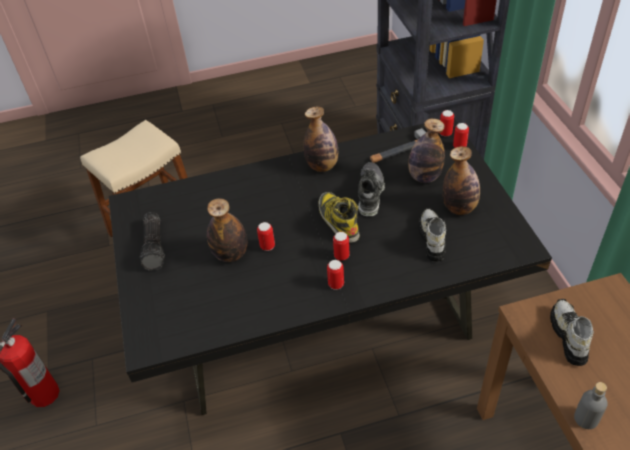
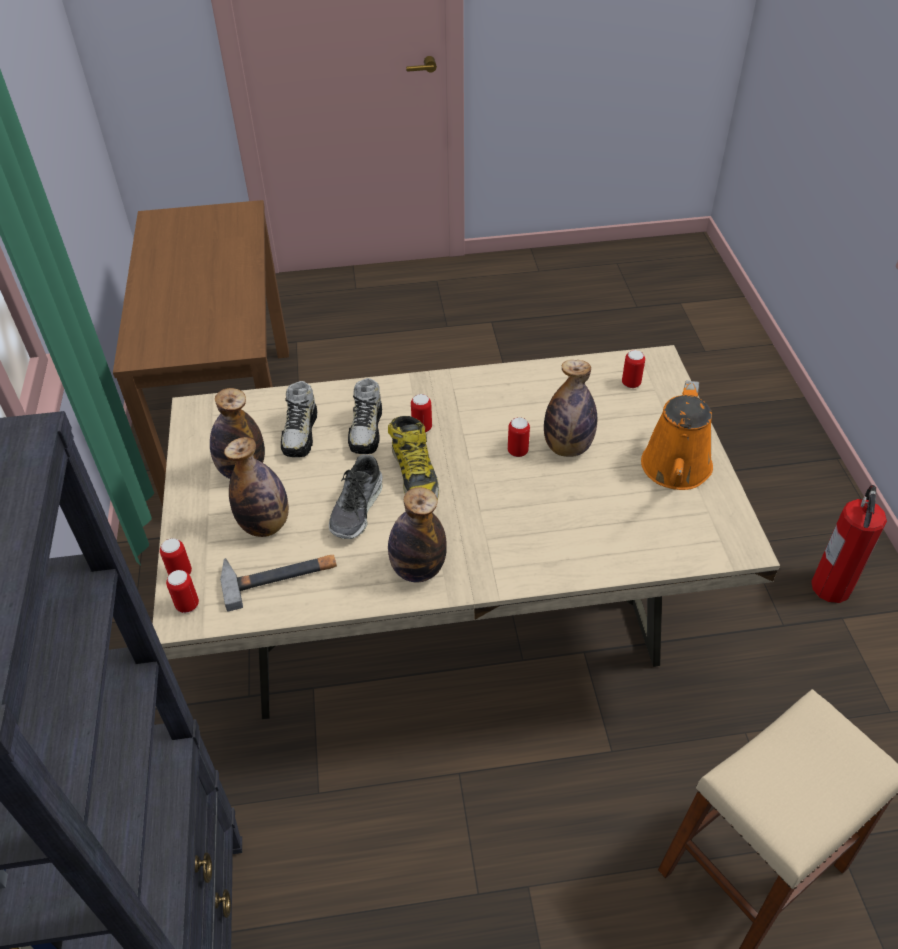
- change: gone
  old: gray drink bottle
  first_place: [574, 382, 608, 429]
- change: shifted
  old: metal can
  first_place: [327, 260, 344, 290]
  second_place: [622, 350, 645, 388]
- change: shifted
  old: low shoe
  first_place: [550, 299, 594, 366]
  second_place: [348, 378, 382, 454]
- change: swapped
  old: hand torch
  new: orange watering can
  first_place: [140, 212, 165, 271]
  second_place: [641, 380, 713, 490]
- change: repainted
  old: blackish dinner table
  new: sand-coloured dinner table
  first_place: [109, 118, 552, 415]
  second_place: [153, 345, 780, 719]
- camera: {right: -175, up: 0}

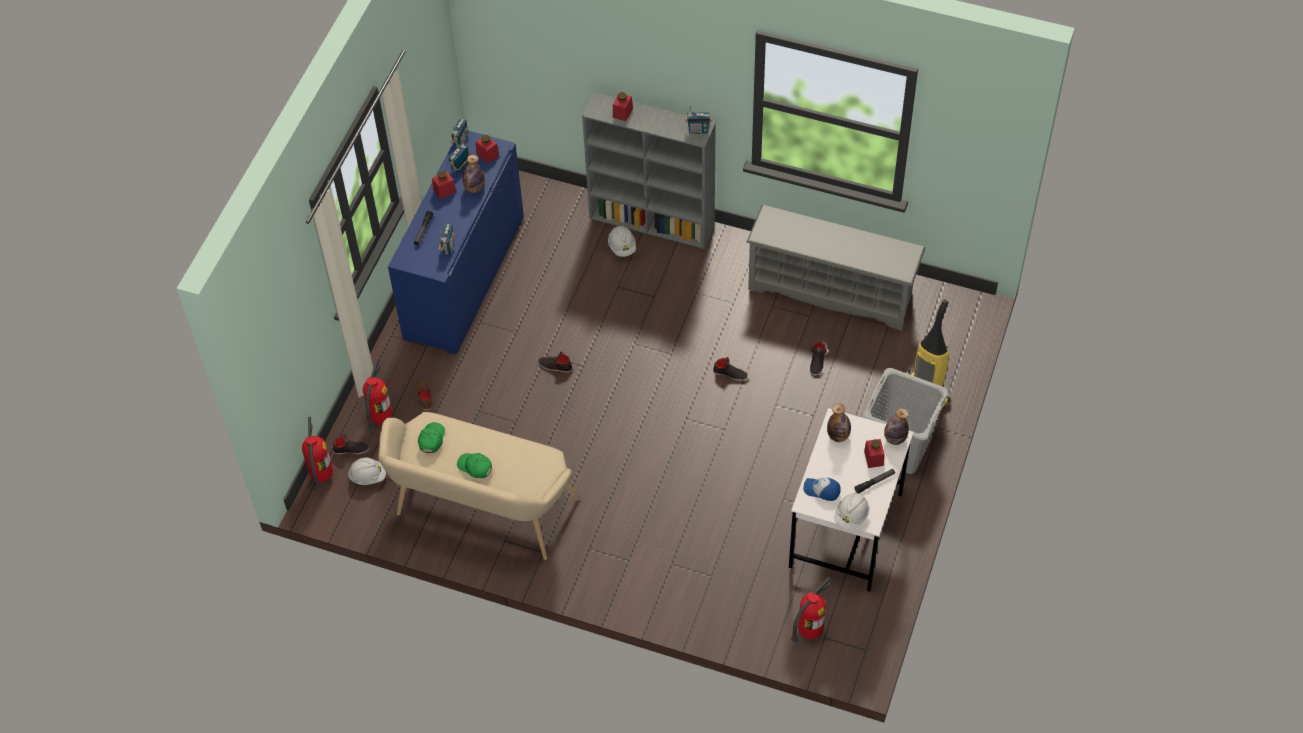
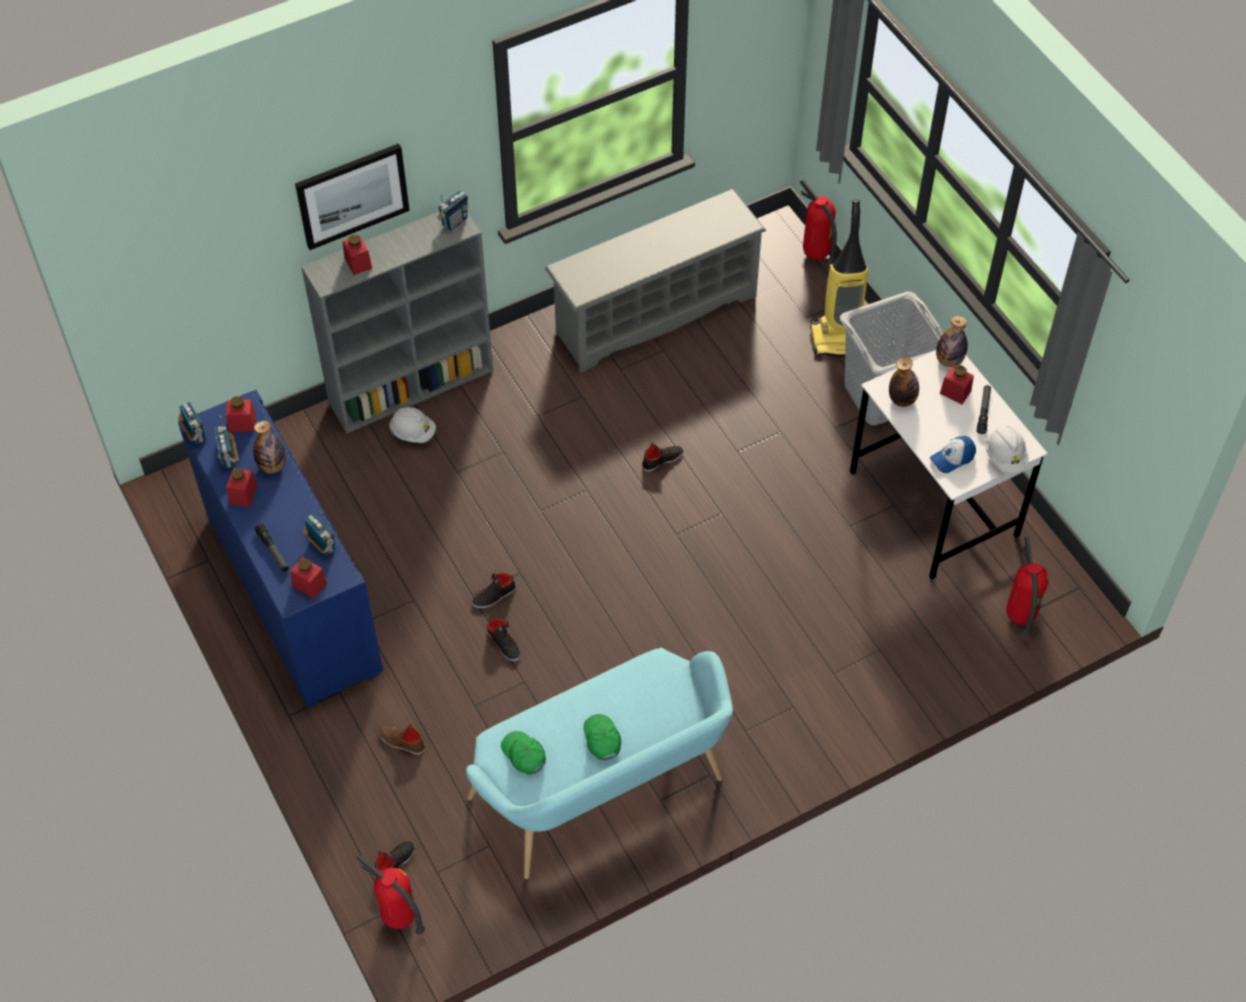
- change: gone
  old: white hard hat
  first_place: [348, 457, 386, 485]
- change: new
  new: red preserve jar
  second_place: [290, 557, 327, 599]
- change: new
  new: wall picture
  second_place: [295, 144, 410, 250]
- change: shifted
  old: fire extinguisher
  first_place: [363, 359, 392, 431]
  second_place: [800, 180, 837, 264]
- change: shifted
  old: blackish low shoe
  first_place: [810, 342, 827, 376]
  second_place: [487, 618, 521, 662]
- change: repainted
  old: sand-coloured indoor bench
  new: blue-green indoor bench
  first_place: [378, 412, 579, 560]
  second_place: [466, 648, 733, 879]
- change: rotated
  old: green-coloured cap
  first_place: [457, 453, 492, 478]
  second_place: [583, 714, 621, 760]
  degrees: 90
- camera: {right: -50, up: 0}

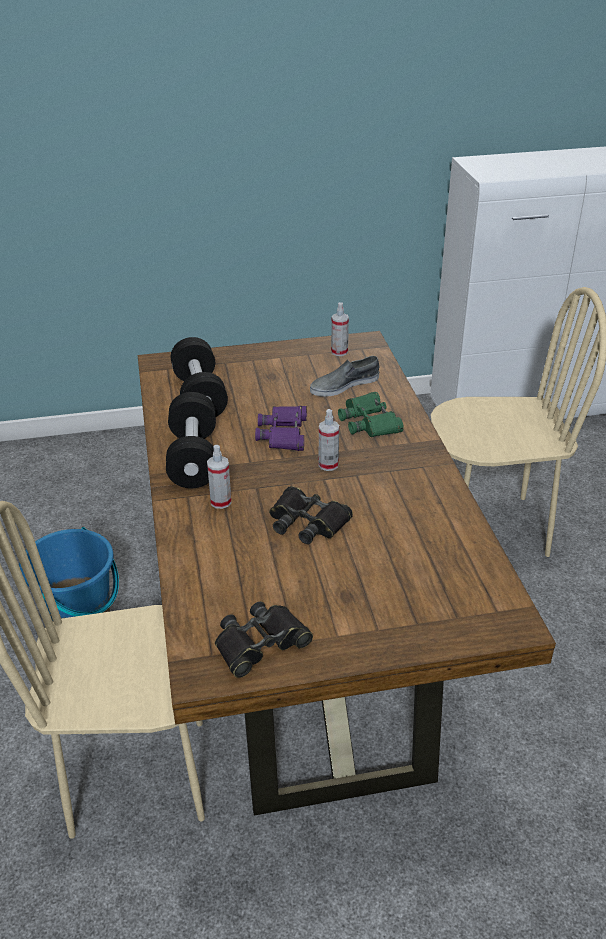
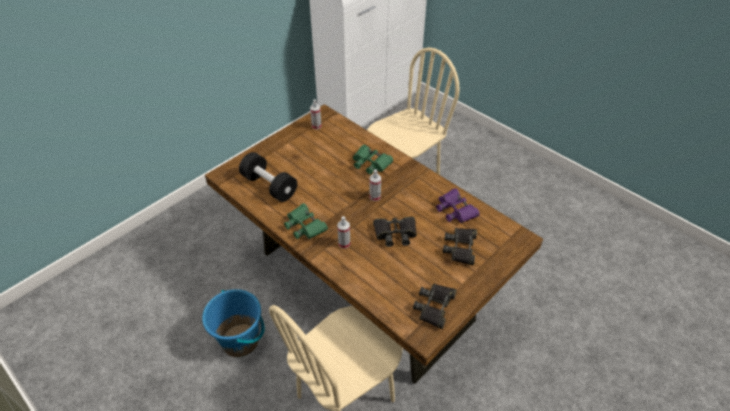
- change: gone
  old: gray low shoe
  first_place: [310, 356, 380, 397]
- change: new
  new: blackish binoculars
  second_place: [443, 228, 477, 265]
- change: shifted
  old: purplish binoculars
  first_place: [255, 406, 307, 451]
  second_place: [436, 188, 480, 223]
- change: swapped
  old: blackish dumbbell
  new: green-coloured binoculars
  first_place: [166, 392, 216, 488]
  second_place: [284, 203, 328, 239]
- camera: {right: -35, up: 10}

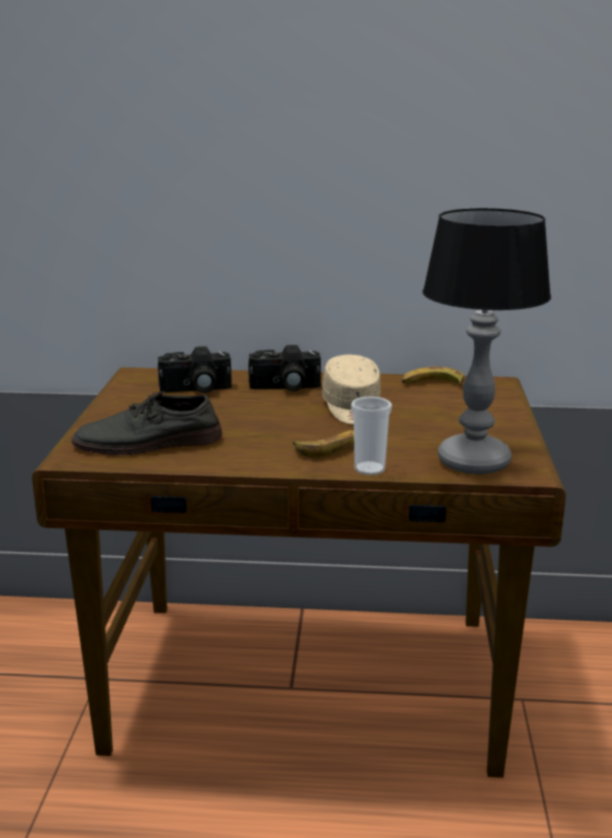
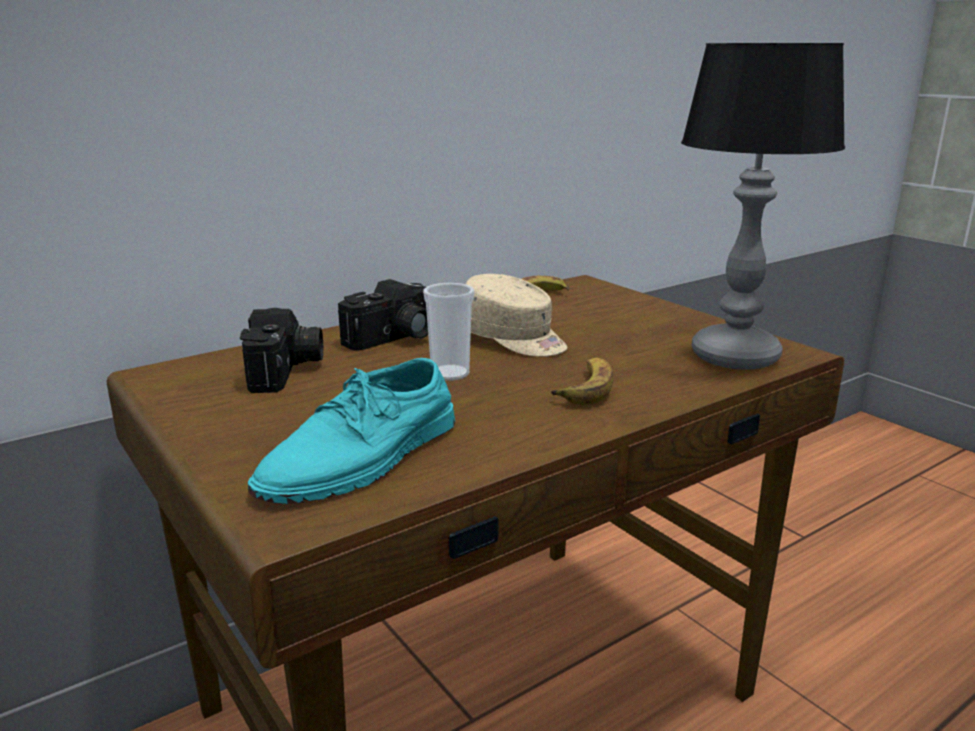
- change: shifted
  old: drinking cup
  first_place: [351, 396, 392, 475]
  second_place: [423, 283, 475, 381]
- change: repainted
  old: gray low shoe
  new: blue-green low shoe
  first_place: [71, 391, 222, 455]
  second_place: [248, 358, 455, 504]
- change: rotated
  old: still camera
  first_place: [158, 346, 232, 393]
  second_place: [240, 308, 323, 393]
  degrees: -45
- camera: {right: -40, up: 0}

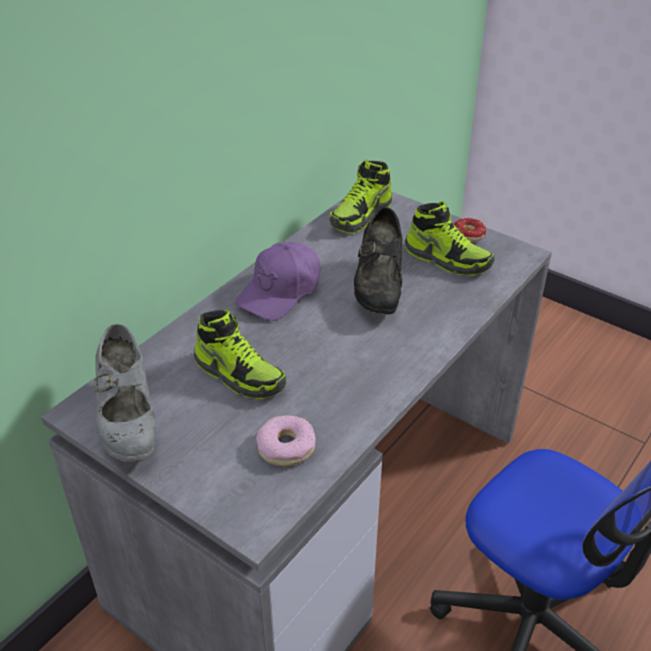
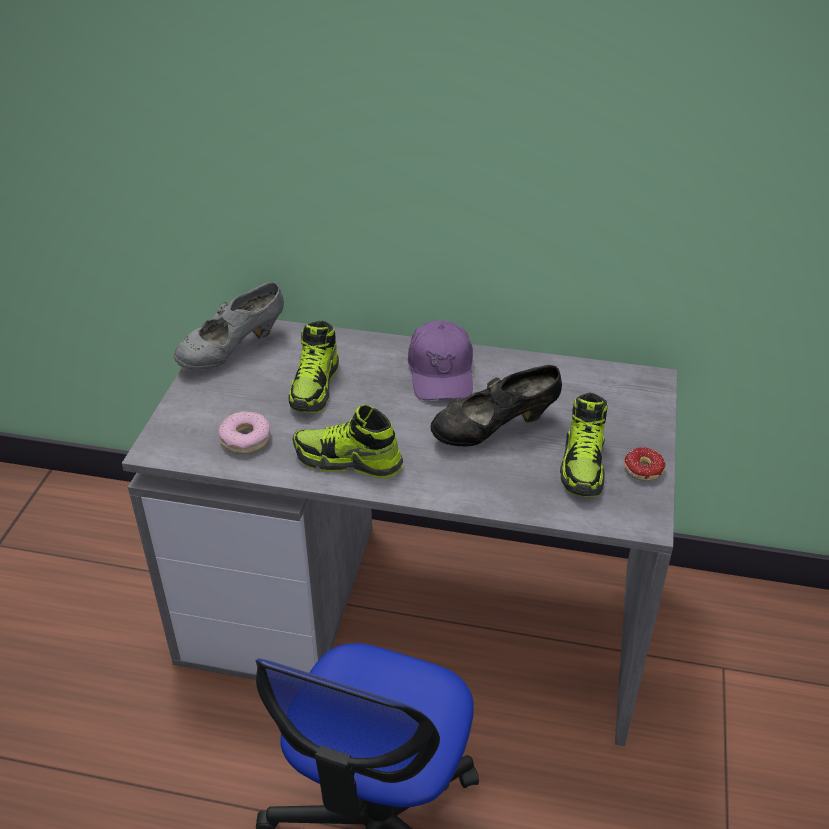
- change: shifted
  old: low shoe
  first_place: [329, 159, 392, 234]
  second_place: [292, 405, 403, 478]
- change: rotated
  old: purplish cap
  first_place: [235, 242, 320, 321]
  second_place: [408, 320, 473, 400]
  degrees: -105
- camera: {right: 65, up: 0}

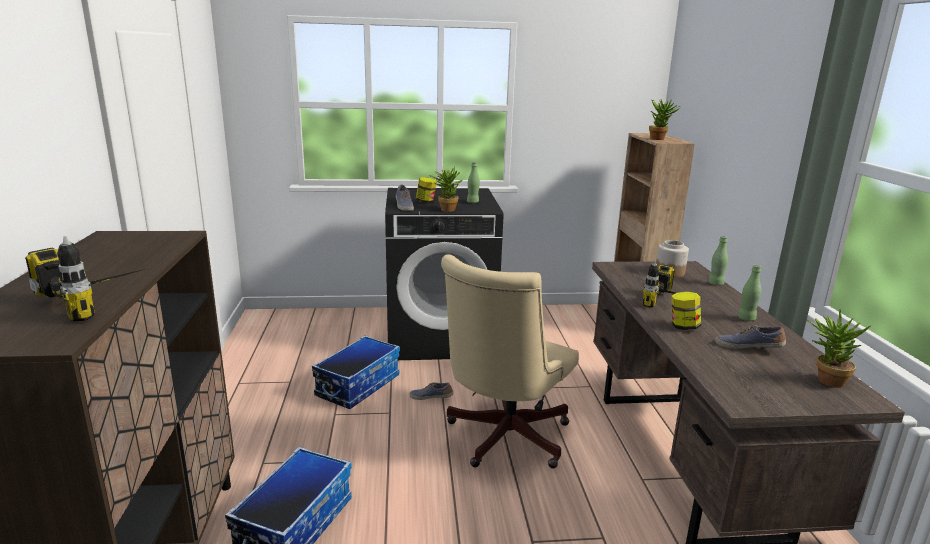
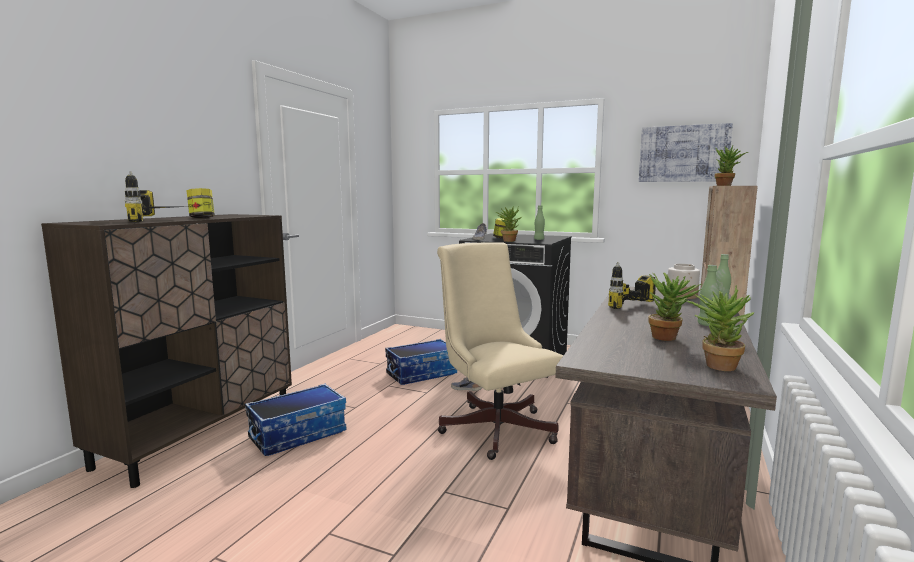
- change: new
  new: wall picture
  second_place: [639, 123, 733, 182]
- change: shifted
  old: preserve jar
  first_place: [671, 292, 701, 330]
  second_place: [186, 188, 215, 218]
- change: swapped
  old: low shoe
  new: houseplant
  first_place: [715, 325, 786, 349]
  second_place: [648, 273, 702, 341]
- change: rotated
  old: sand-coloured computer chair
  first_place: [441, 254, 579, 469]
  second_place: [437, 243, 564, 460]
  degrees: 90
- camera: {right: 30, up: -10}

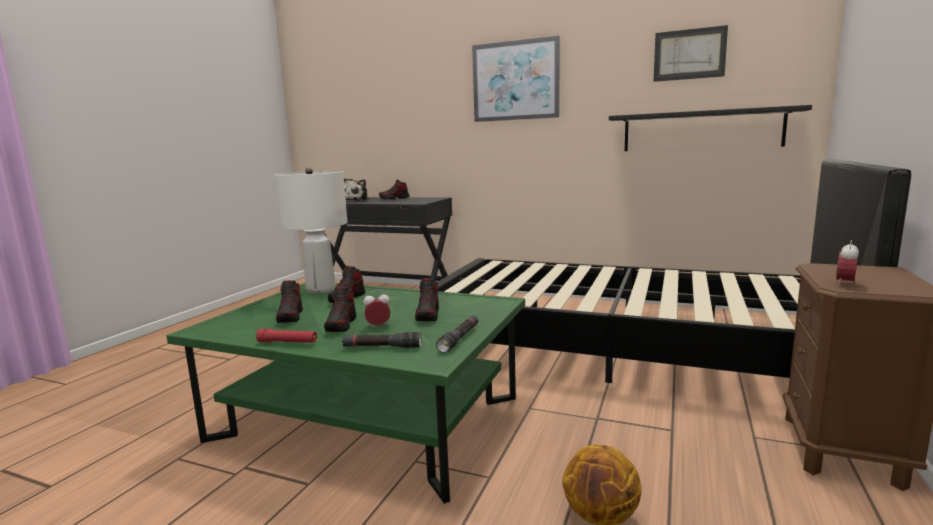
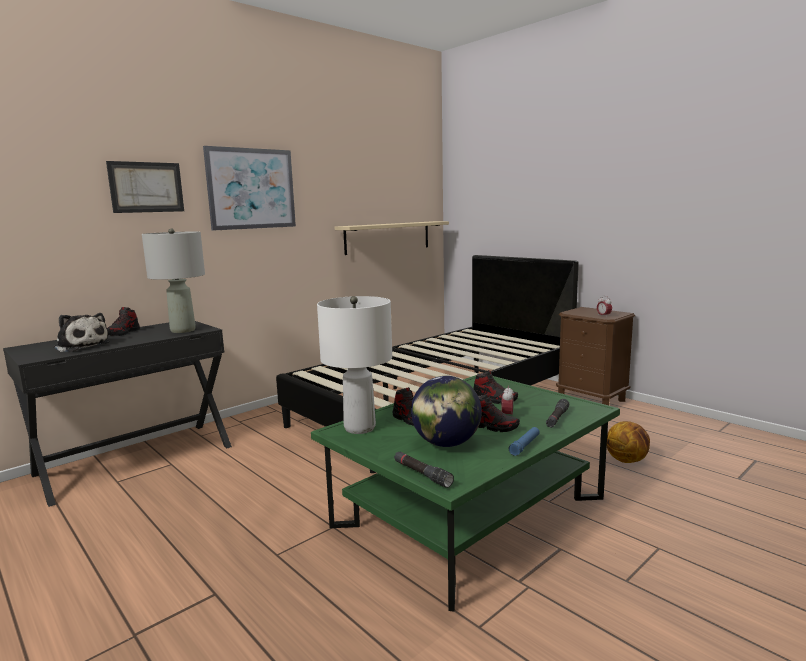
- change: new
  new: gray tabletop lamp
  second_place: [142, 228, 205, 333]
- change: shifted
  old: blackish hand torch
  first_place: [436, 316, 478, 353]
  second_place: [394, 452, 454, 488]
- change: shifted
  old: wall picture
  first_place: [654, 25, 728, 82]
  second_place: [106, 161, 184, 213]
- change: swapped
  old: low shoe
  new: desk globe
  first_place: [276, 280, 303, 323]
  second_place: [411, 376, 482, 447]
- change: repainted
  old: red hand torch
  new: blue hand torch
  first_place: [256, 329, 317, 343]
  second_place: [509, 427, 540, 456]
- change: repainted
  old: blackish shelf
  new: sand-coloured shelf
  first_place: [609, 105, 812, 151]
  second_place: [335, 221, 449, 255]
- camera: {right: -65, up: 0}

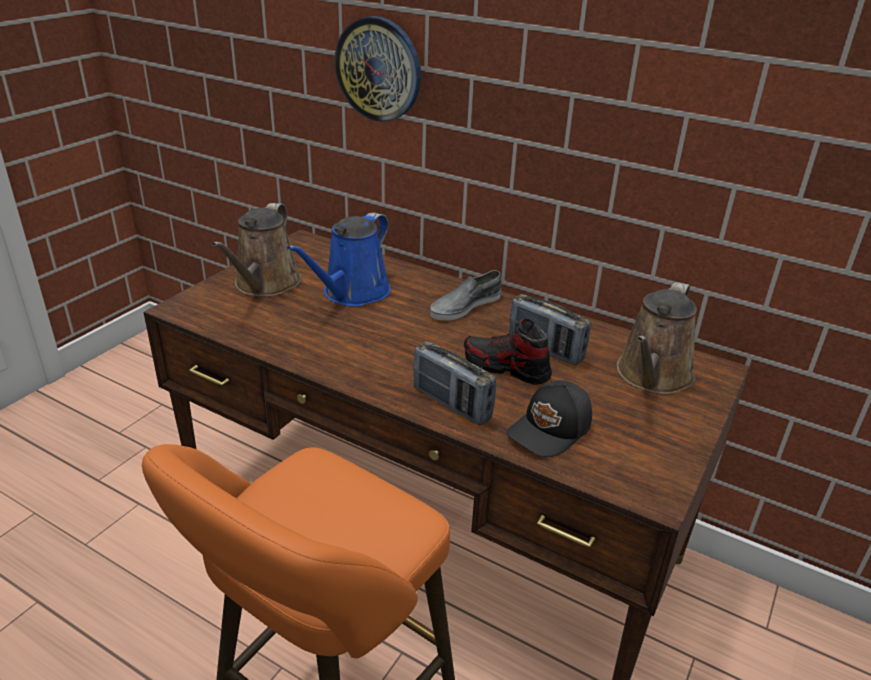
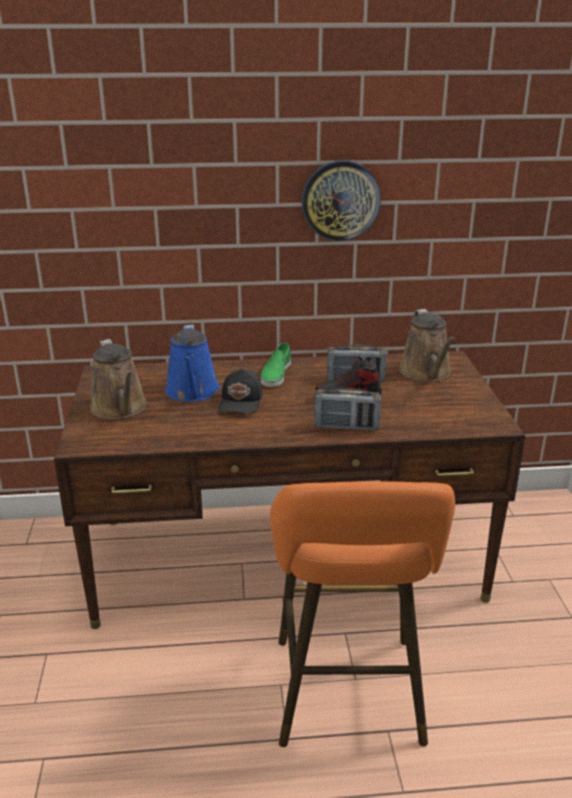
- change: shifted
  old: wall clock
  first_place: [335, 16, 421, 122]
  second_place: [301, 160, 381, 241]
- change: shifted
  old: blackish cap
  first_place: [506, 380, 592, 457]
  second_place: [218, 369, 262, 414]
- change: repainted
  old: gray low shoe
  new: green-coloured low shoe
  first_place: [430, 270, 502, 321]
  second_place: [261, 343, 291, 387]
- camera: {right: -35, up: -5}

